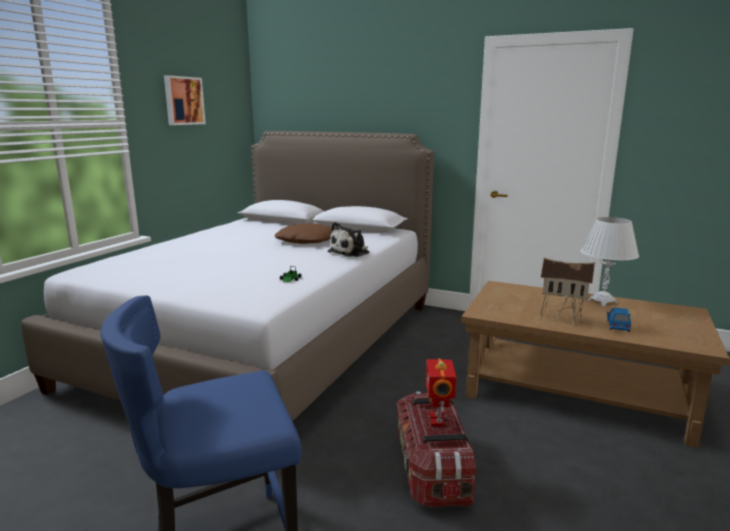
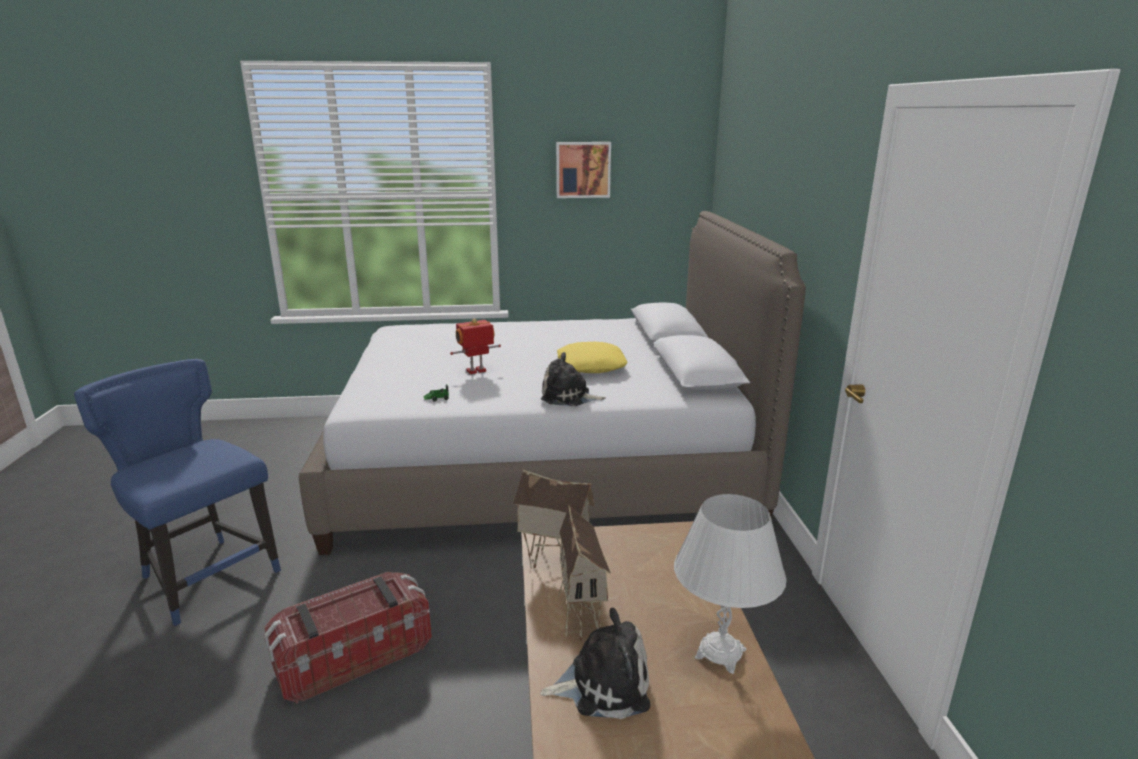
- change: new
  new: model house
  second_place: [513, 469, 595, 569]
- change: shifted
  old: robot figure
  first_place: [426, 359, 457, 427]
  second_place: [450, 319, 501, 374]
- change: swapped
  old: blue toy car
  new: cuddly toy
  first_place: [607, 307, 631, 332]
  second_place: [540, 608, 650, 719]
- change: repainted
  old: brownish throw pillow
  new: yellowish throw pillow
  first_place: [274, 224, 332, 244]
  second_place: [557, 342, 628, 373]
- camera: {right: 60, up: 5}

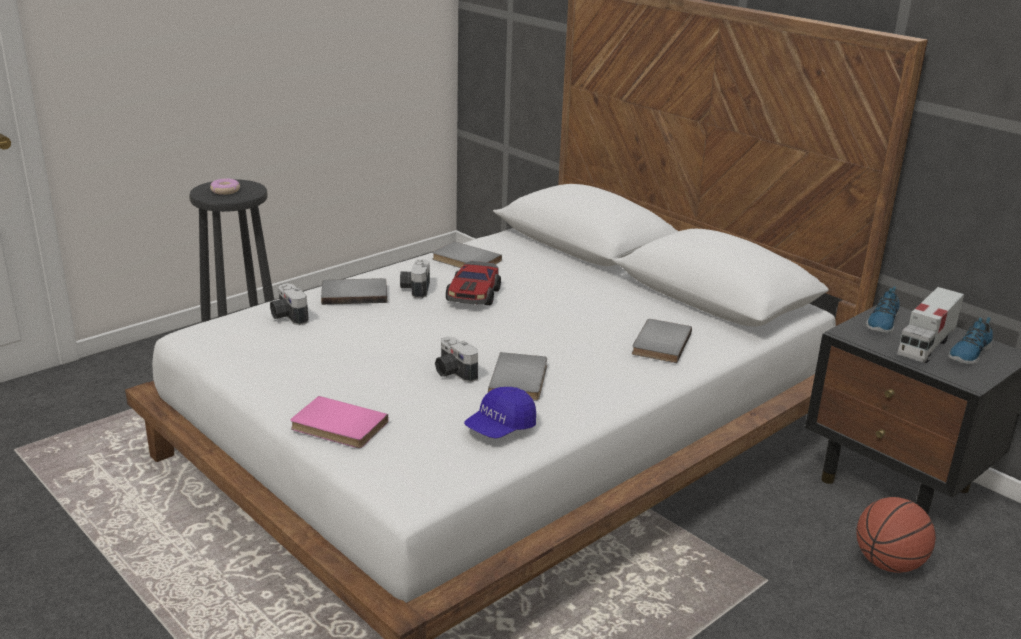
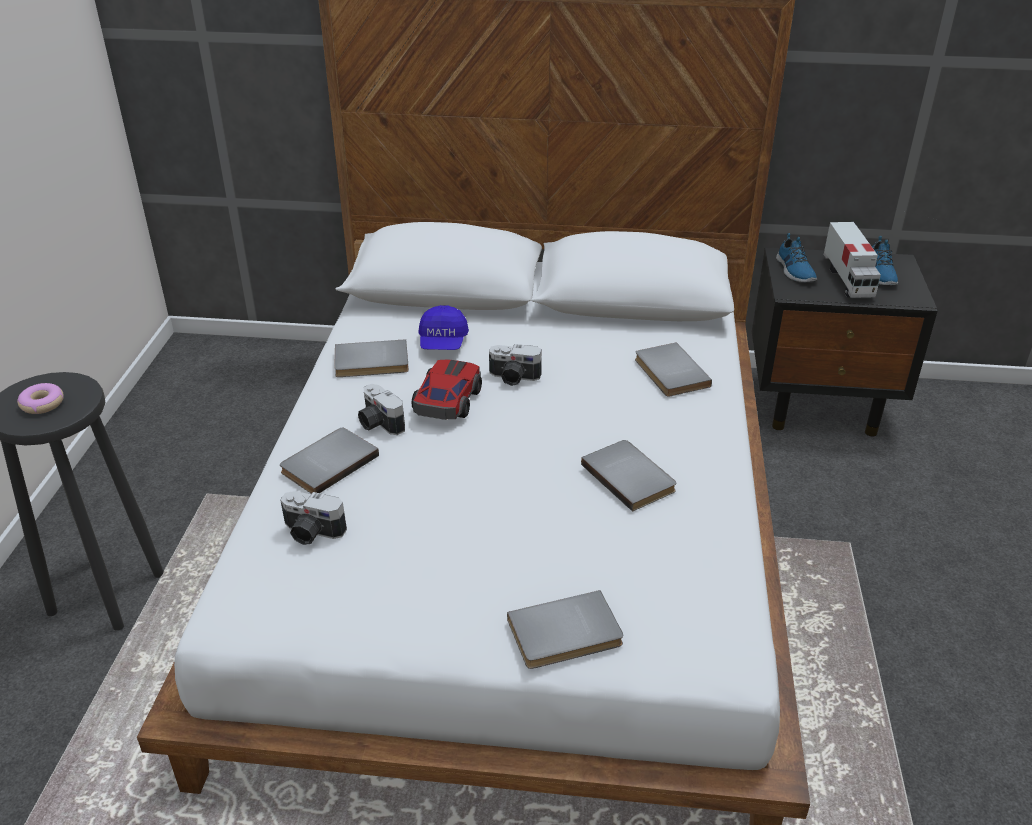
- change: gone
  old: basketball
  first_place: [856, 497, 936, 573]
- change: shifted
  old: still camera
  first_place: [435, 336, 478, 382]
  second_place: [489, 344, 542, 386]
- change: shifted
  old: blue cap
  first_place: [464, 387, 536, 439]
  second_place: [418, 305, 469, 350]
- change: repainted
  old: pink-coloured bound book
  new: gray bound book
  first_place: [291, 396, 388, 448]
  second_place: [507, 590, 623, 669]
- change: rotated
  old: toy car
  first_place: [446, 261, 501, 305]
  second_place: [412, 359, 482, 420]
  degrees: -135
- camera: {right: -40, up: 10}

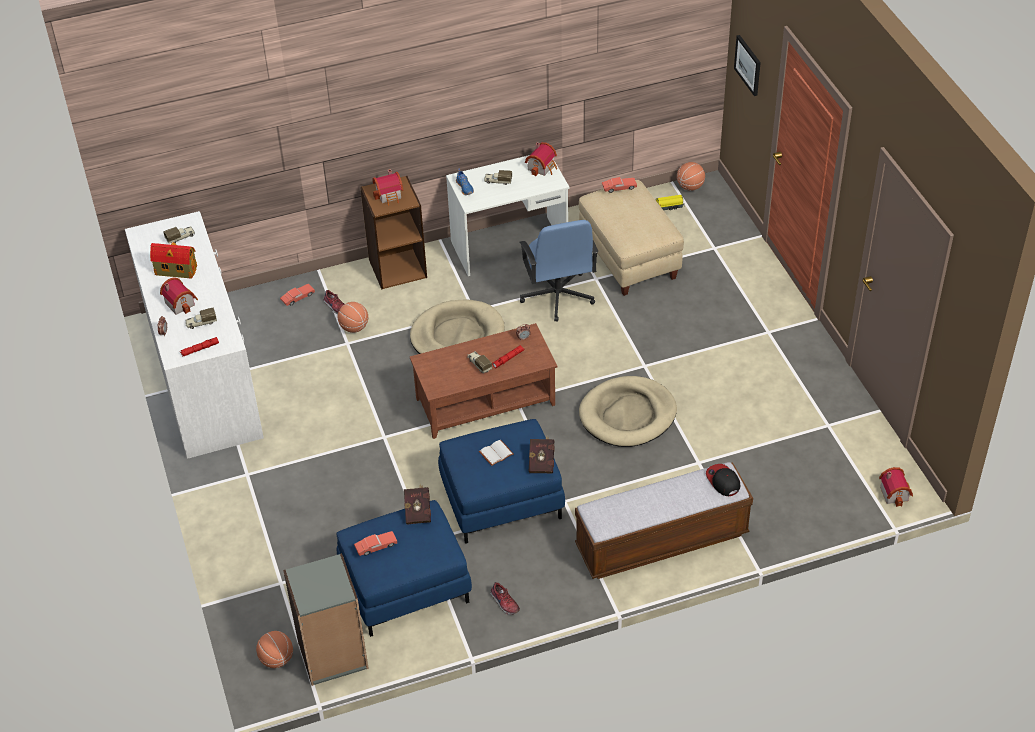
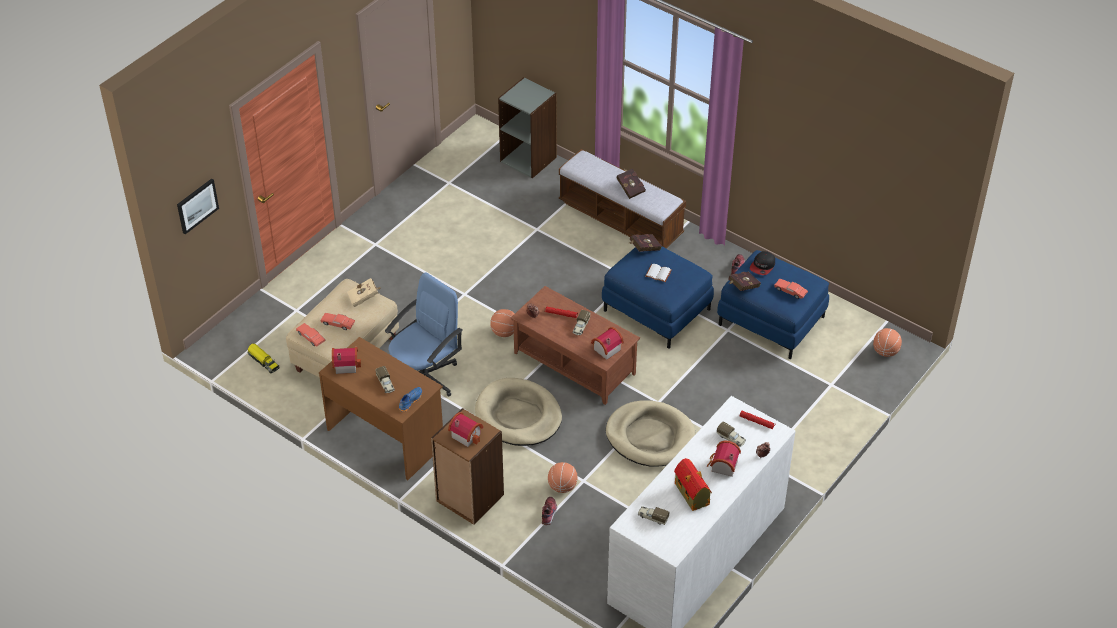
- change: new
  new: sand-coloured bound book
  second_place: [347, 278, 381, 307]
- change: new
  new: red bound book
  second_place: [616, 168, 646, 199]
- change: shifted
  old: red toy car
  first_place: [280, 284, 315, 306]
  second_place: [321, 313, 355, 330]
- change: shifted
  old: gray bookcase
  first_place: [283, 553, 369, 686]
  second_place: [498, 77, 557, 178]
- change: shifted
  old: sand-coloured pet bed
  first_place: [579, 376, 677, 447]
  second_place: [606, 400, 695, 467]
- change: shifted
  old: basketball
  first_place: [677, 162, 705, 191]
  second_place: [490, 309, 515, 337]
- change: shifted
  old: cap
  first_place: [706, 464, 740, 496]
  second_place: [750, 251, 775, 275]
- change: shifted
  old: model house
  first_place: [879, 467, 913, 507]
  second_place: [591, 327, 624, 360]
- change: repainted
  old: white desk unit
  new: brownish desk unit
  first_place: [446, 155, 570, 276]
  second_place: [319, 337, 443, 480]
- camera: {right: -125, up: 0}

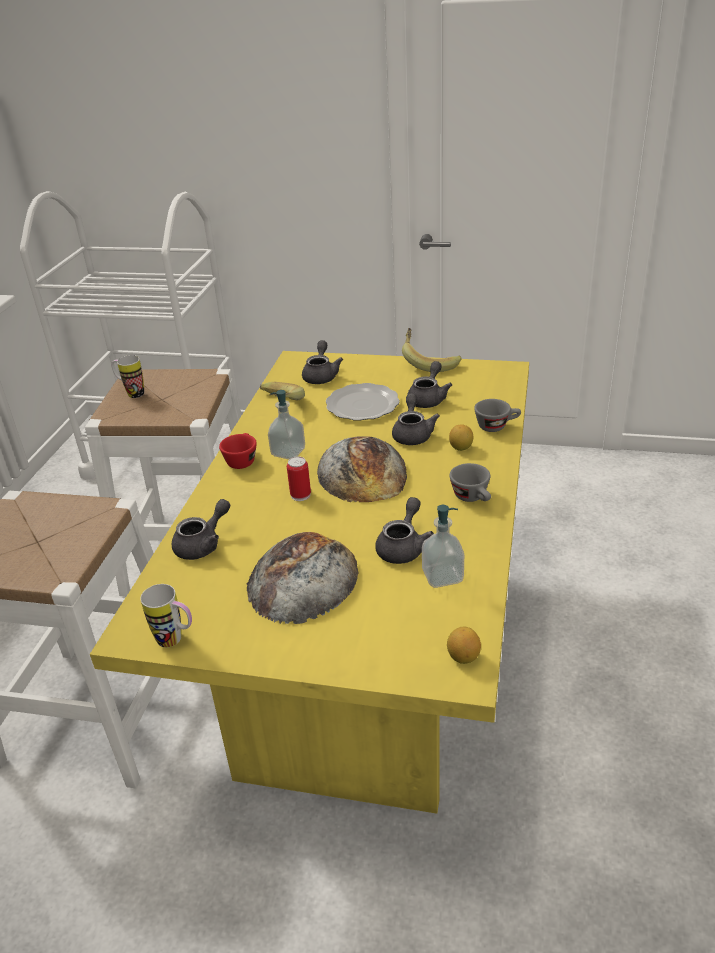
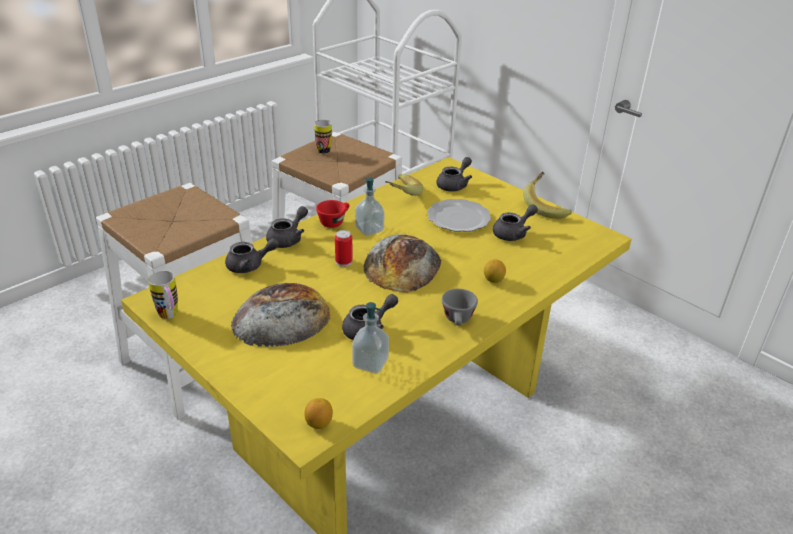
- change: gone
  old: gray drinking cup
  first_place: [474, 399, 521, 432]
- change: shifted
  old: gray teapot
  first_place: [392, 393, 440, 445]
  second_place: [266, 206, 308, 248]
- camera: {right: 30, up: 0}

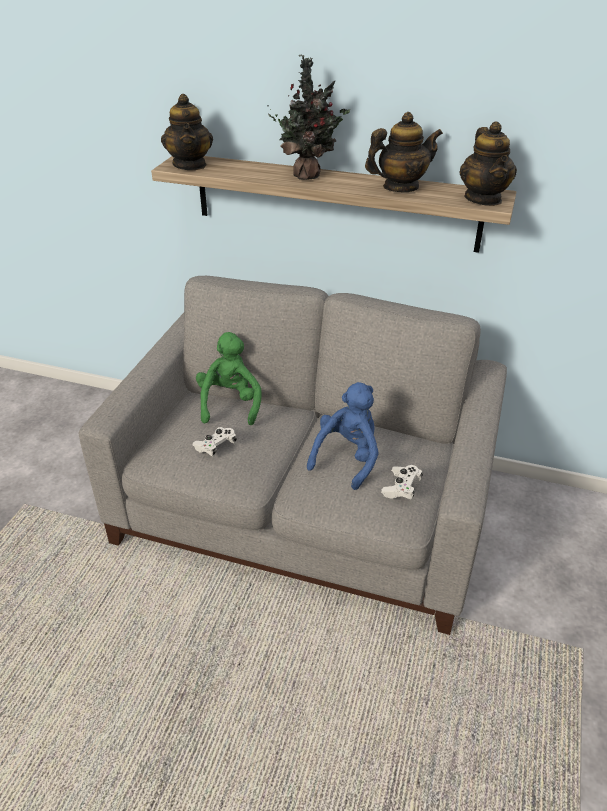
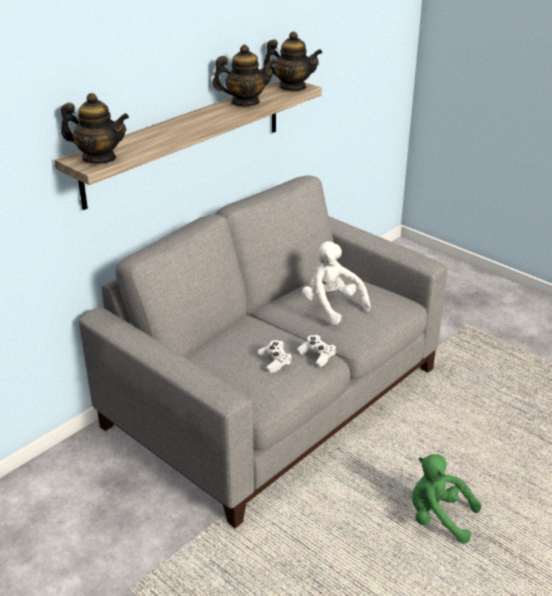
- change: gone
  old: houseplant
  first_place: [268, 54, 350, 180]
- change: shifted
  old: green-coloured cuddly toy
  first_place: [196, 332, 261, 425]
  second_place: [412, 454, 482, 544]
- change: shifted
  old: white game controller
  first_place: [381, 465, 423, 500]
  second_place: [297, 335, 337, 367]
- change: repainted
  old: blue cuddly toy
  new: white cuddly toy
  first_place: [307, 382, 379, 490]
  second_place: [302, 241, 371, 325]
- change: rotated
  old: teapot
  first_place: [365, 112, 443, 192]
  second_place: [212, 45, 276, 106]
  degrees: 75
- camera: {right: -65, up: -5}

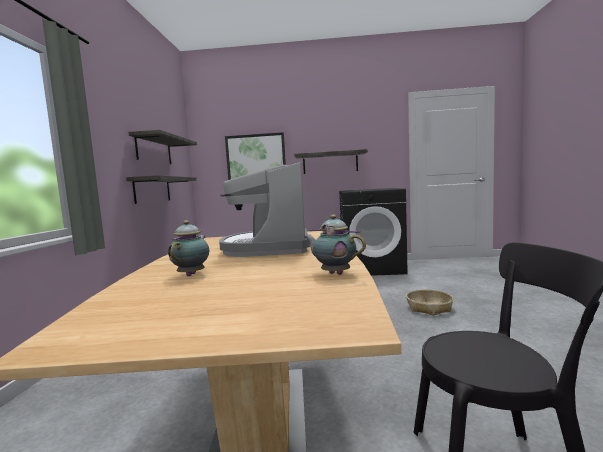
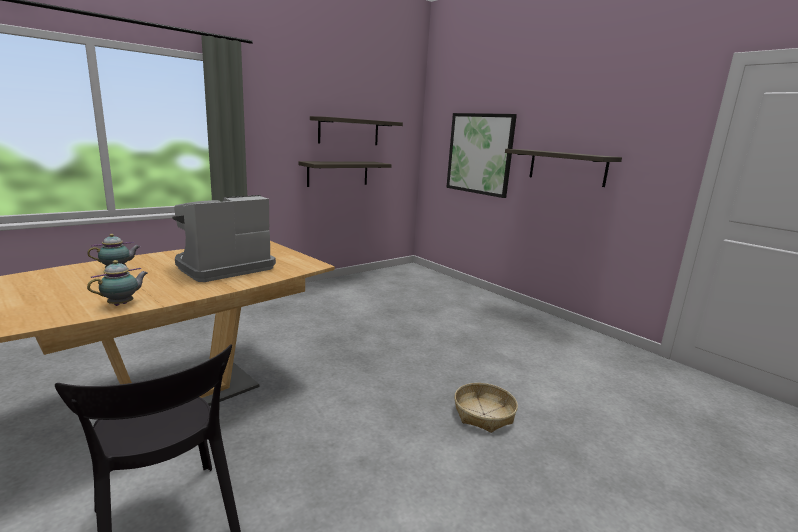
- change: gone
  old: blackish laundry appliance
  first_place: [339, 188, 408, 276]
- change: rotated
  old: teapot
  first_place: [304, 215, 366, 275]
  second_place: [87, 260, 148, 306]
  degrees: 45
- camera: {right: 45, up: 10}

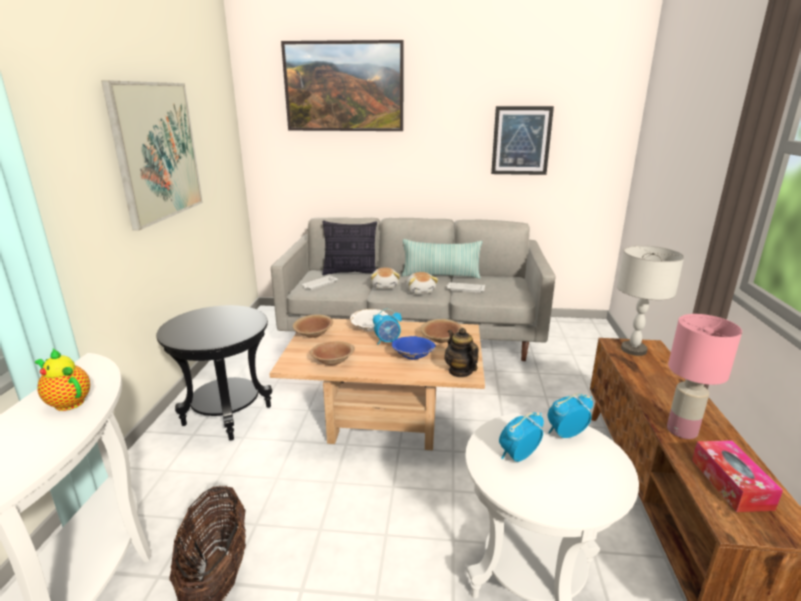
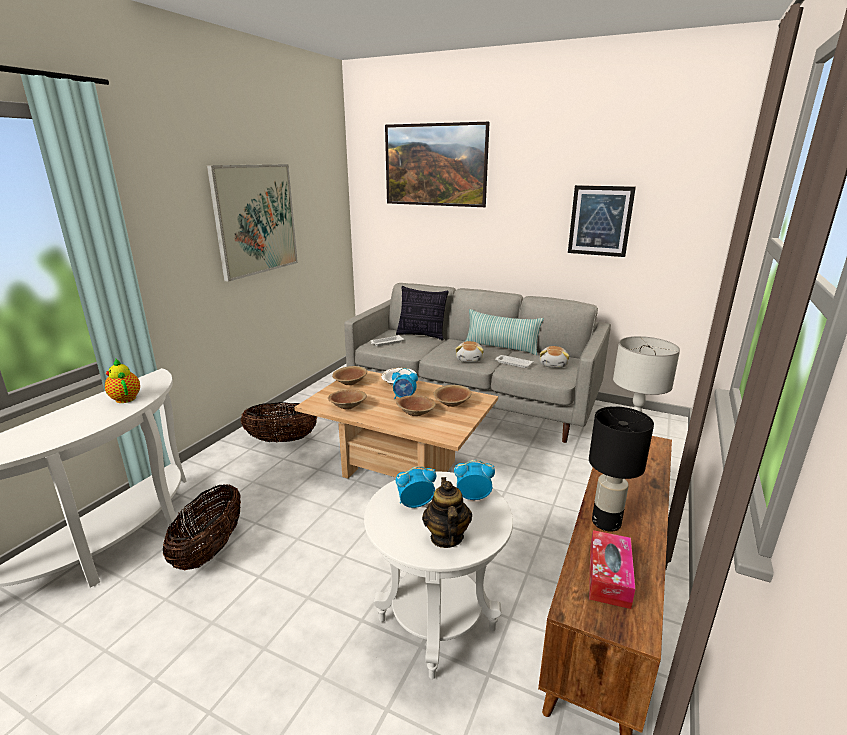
- change: shifted
  old: cuddly toy
  first_place: [371, 268, 400, 289]
  second_place: [540, 346, 569, 368]
- change: shifted
  old: teapot
  first_place: [444, 328, 479, 377]
  second_place: [422, 477, 472, 548]
- change: swapped
  old: blackish accent table
  new: storage basket
  first_place: [156, 305, 272, 441]
  second_place: [241, 402, 317, 443]
- change: repainted
  old: blue deep dish
  new: brownish deep dish
  first_place: [392, 336, 436, 360]
  second_place: [396, 395, 436, 416]
- change: repainted
  old: pink-coloured tabletop lamp
  new: blackish tabletop lamp
  first_place: [667, 314, 742, 439]
  second_place: [589, 406, 654, 531]
- camera: {right: 20, up: 0}

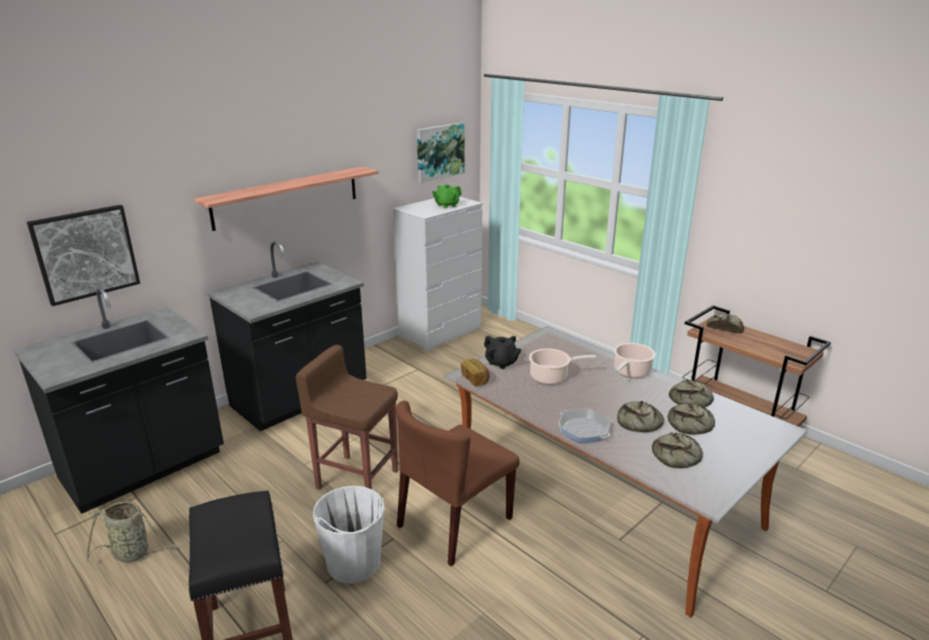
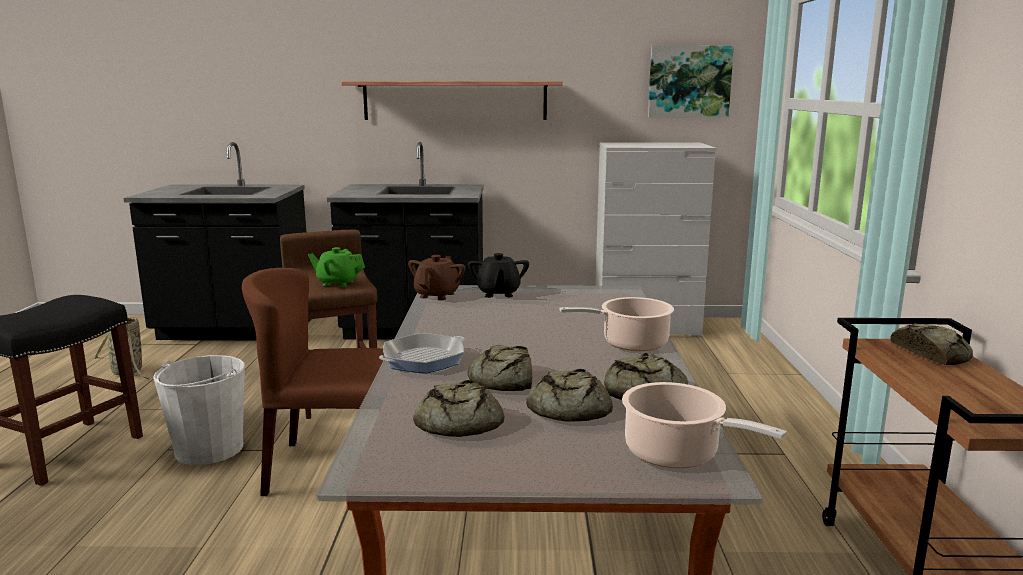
- change: gone
  old: wall picture
  first_place: [27, 205, 140, 306]
- change: shifted
  old: green-coloured teapot
  first_place: [432, 184, 462, 208]
  second_place: [308, 247, 365, 287]
- change: shifted
  old: stockpot
  first_place: [529, 348, 597, 385]
  second_place: [622, 382, 787, 468]
- change: swapped
  old: bakery bread
  new: brownish teapot
  first_place: [461, 359, 489, 386]
  second_place: [408, 255, 465, 300]
- change: rotated
  old: skillet
  first_place: [558, 409, 610, 443]
  second_place: [379, 333, 465, 373]
  degrees: 45
- camera: {right: 45, up: -10}

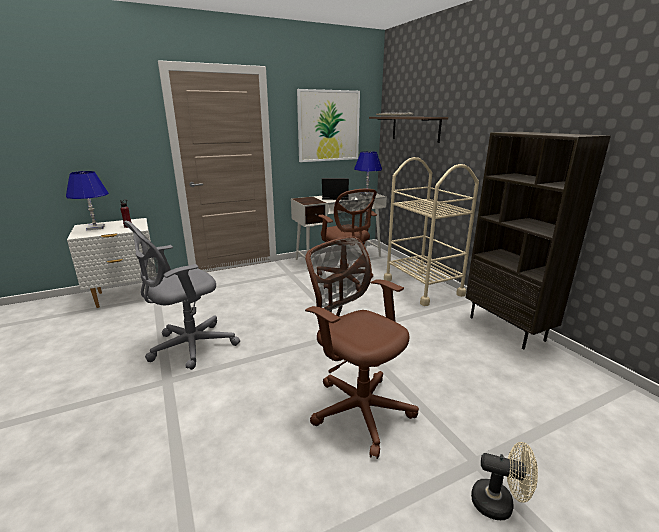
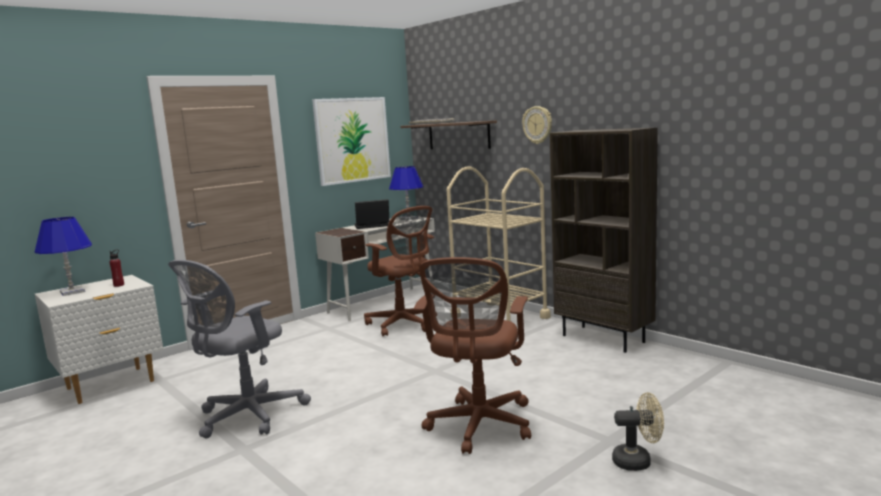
- change: new
  new: wall clock
  second_place: [522, 106, 552, 144]
- change: rotated
  old: brownish computer chair
  first_place: [305, 236, 419, 459]
  second_place: [414, 257, 531, 454]
  degrees: -105
- camera: {right: -15, up: -10}

